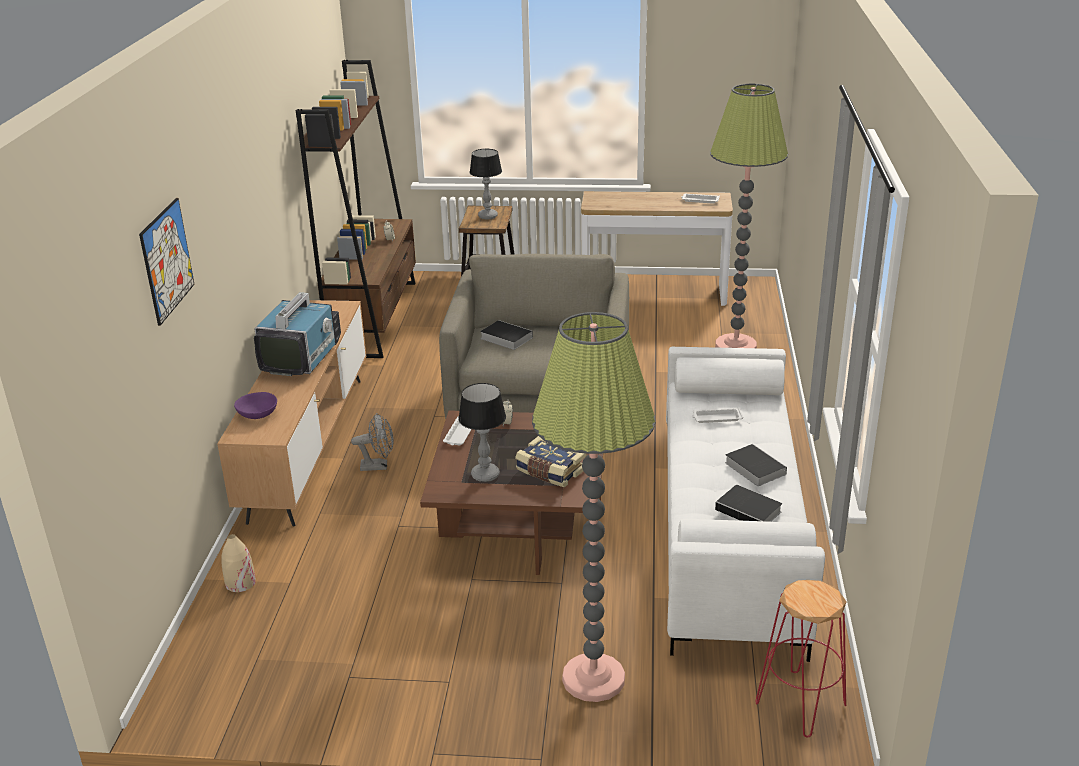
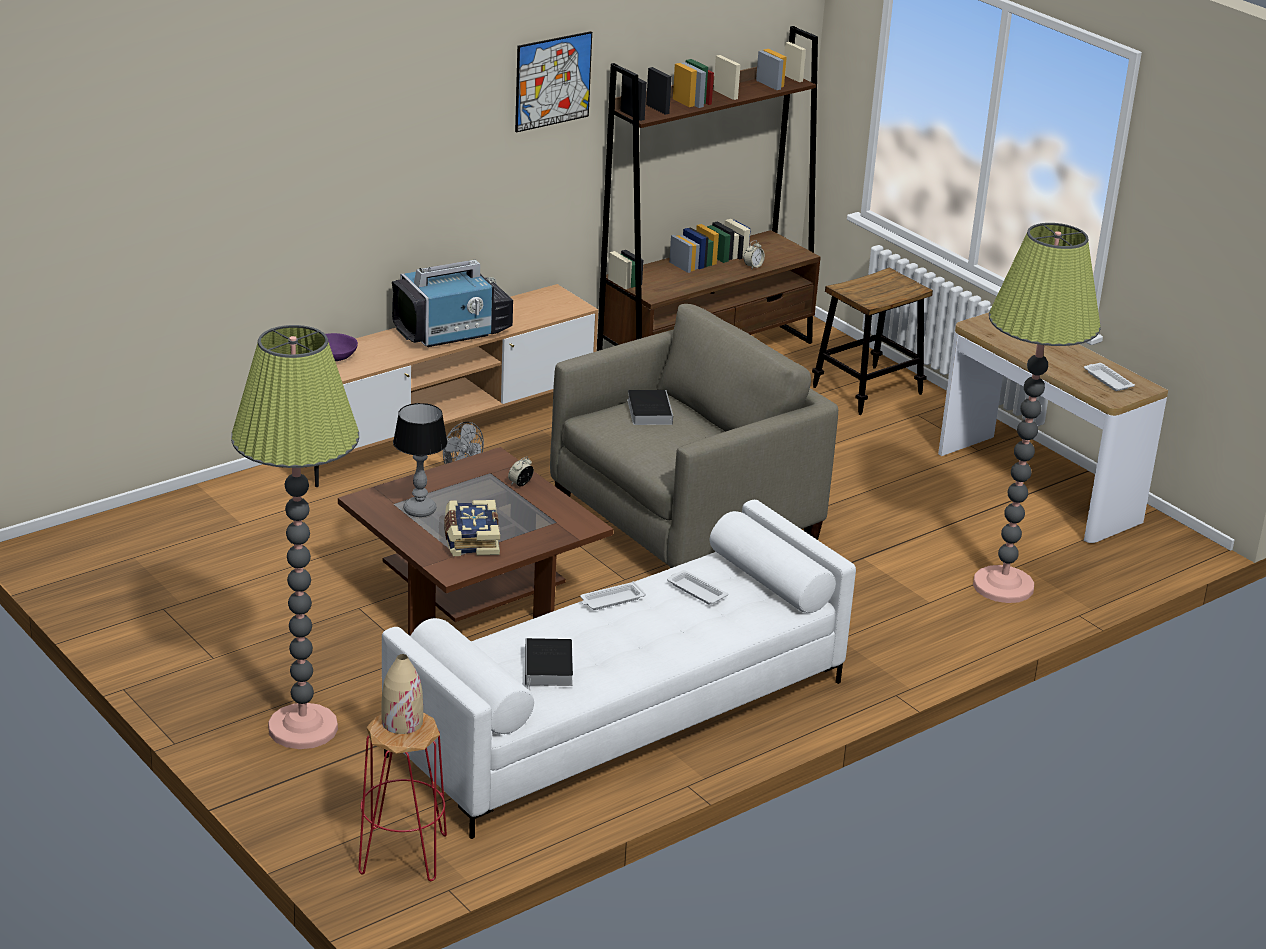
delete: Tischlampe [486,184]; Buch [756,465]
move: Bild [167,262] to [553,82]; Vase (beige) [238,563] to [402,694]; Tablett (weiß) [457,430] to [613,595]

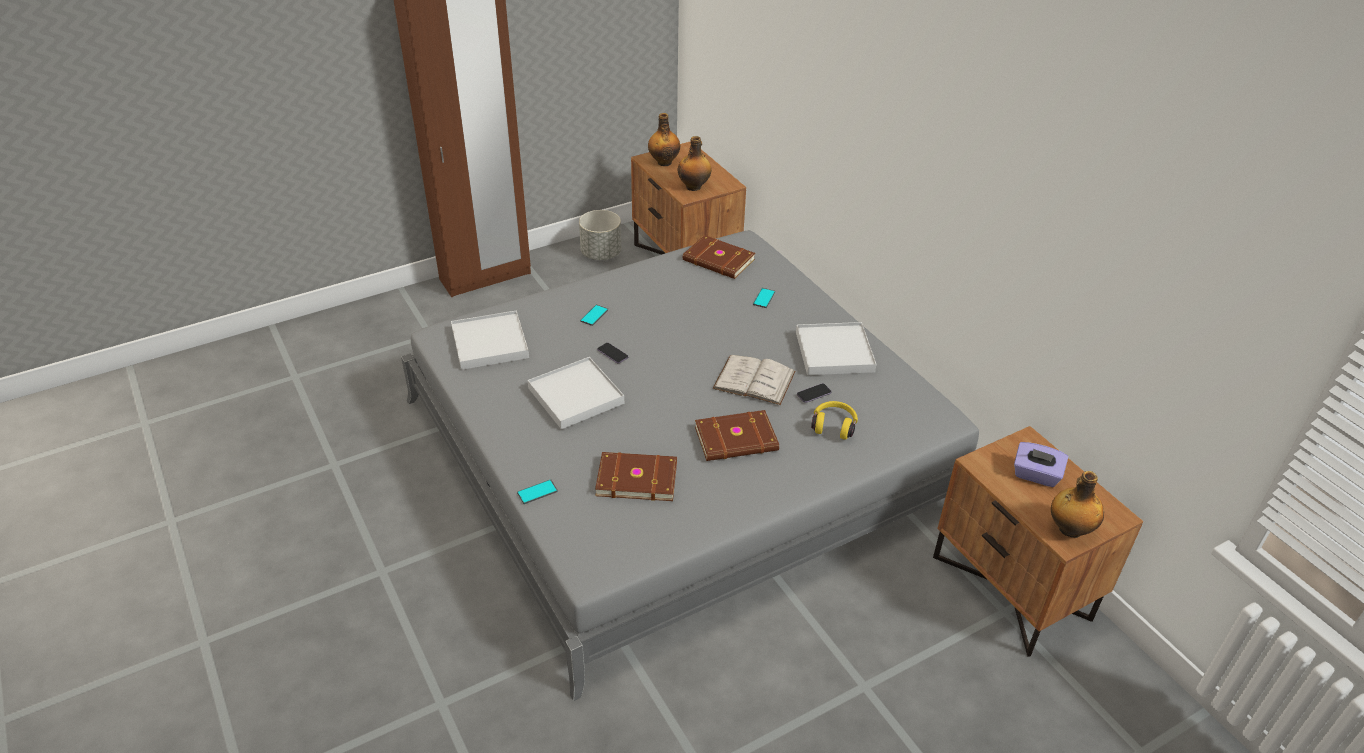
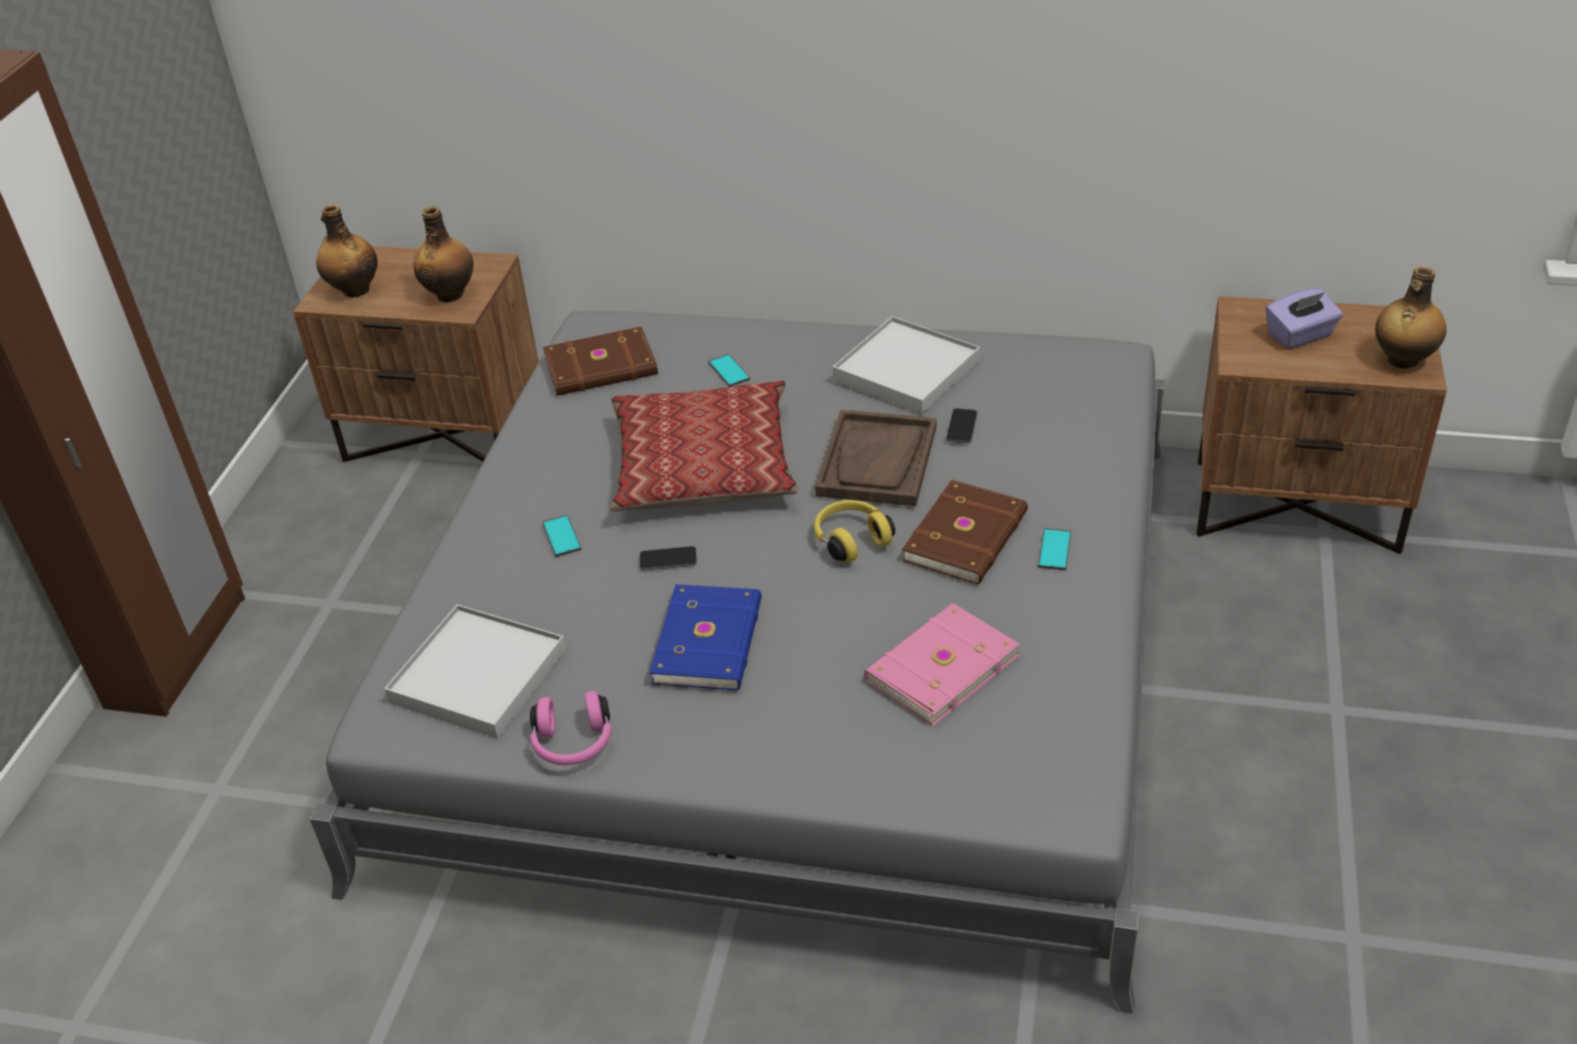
delete: Pflanzkübel (grau) [600,235]
insert: Kopfhörer (rosa) [571,728]; Kissen [704,446]
move: Handy [537,491] to [1054,549]; Kopfhörer (gelb) [834,420] to [854,531]
replace: Tablett (weiß) [575,393] to Buch (blau) [705,637]; Buch (weiß) [754,380] to Tablett (braun) [875,458]
recolor: Buch (braun) [636,476] to Buch (rosa) [941,664]

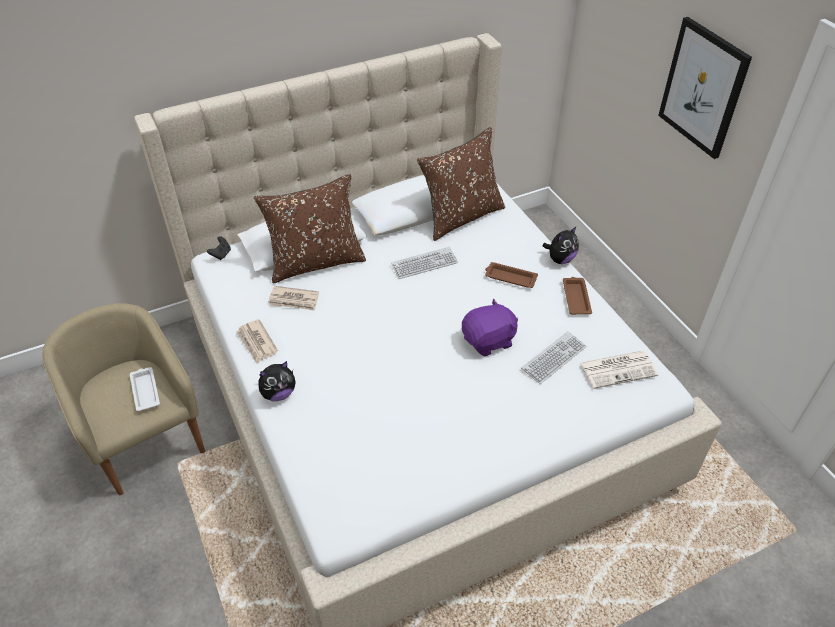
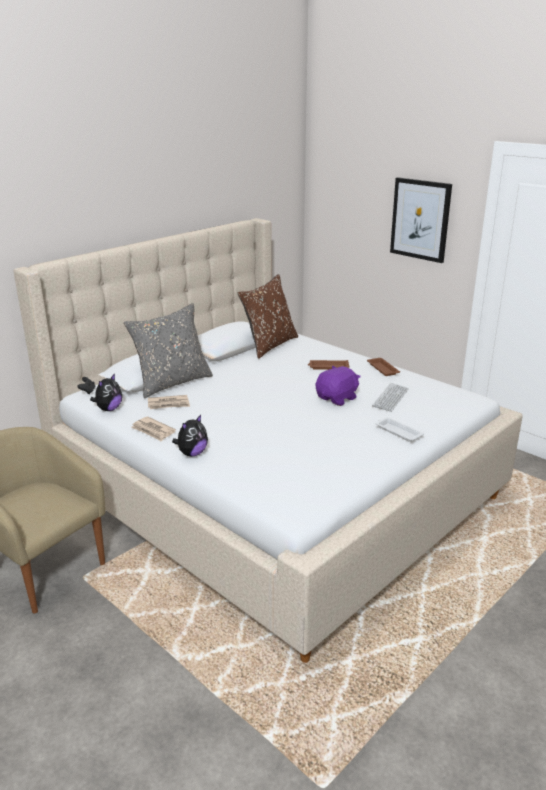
delete: Tastatur [424,263]; Zeitung [619,370]
move: Tablett (weiß) [145,389] to [399,429]; Plüschtier [560,245] to [106,392]
recolor: Kissen (braun) [310,229] to Kissen (grau) [168,350]

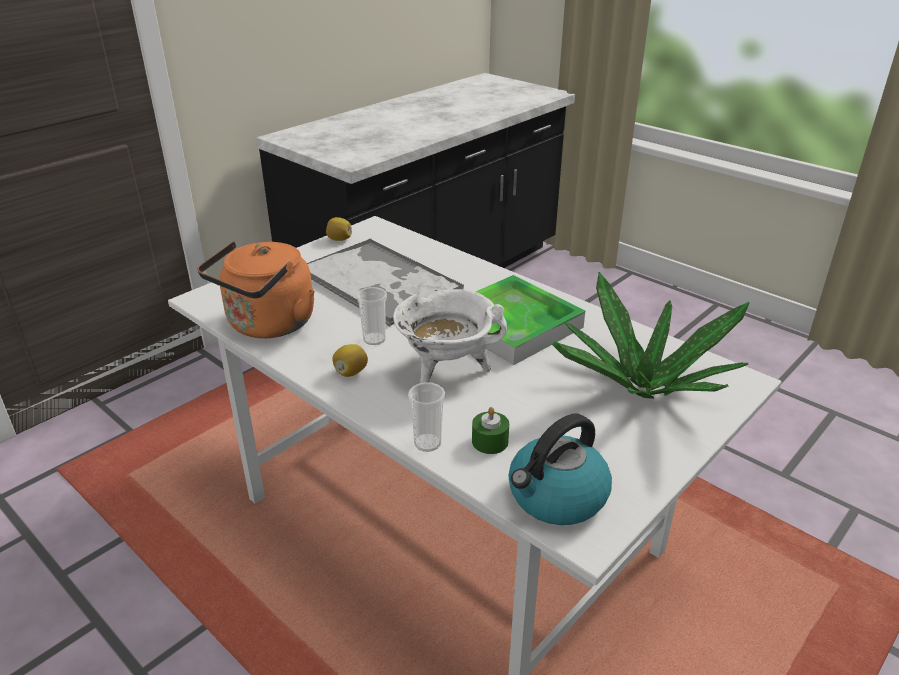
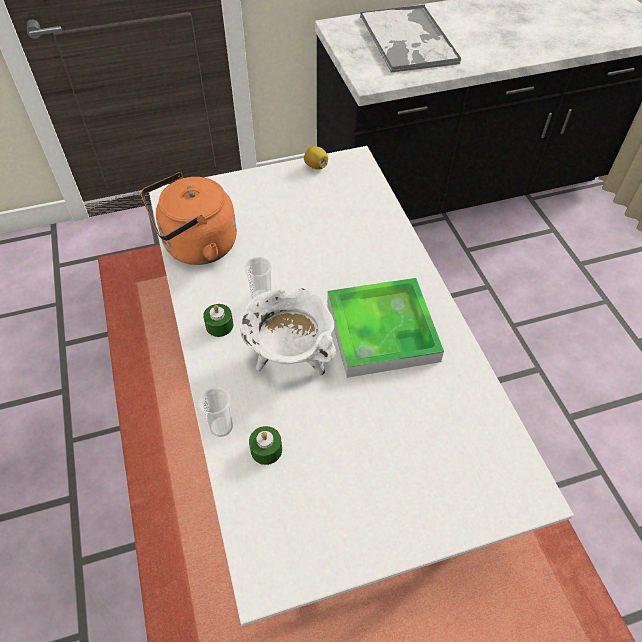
delete: Wasserkessel [560,469]; Topfpflanze [650,335]
move: Tablett [385,282] to [410,38]
replace: Zitrone [350,360] to Kerze (grün) [218,320]

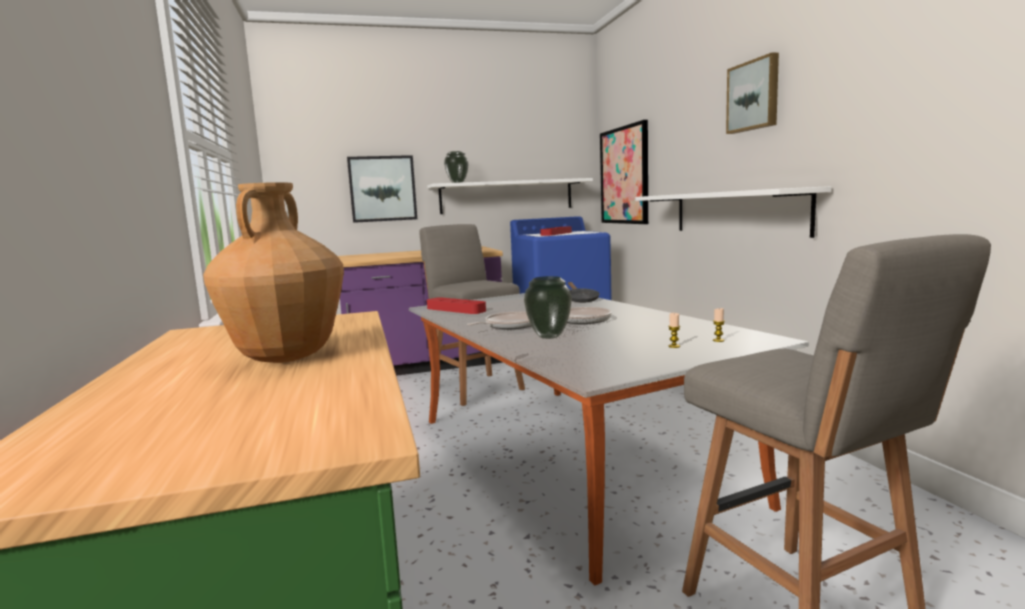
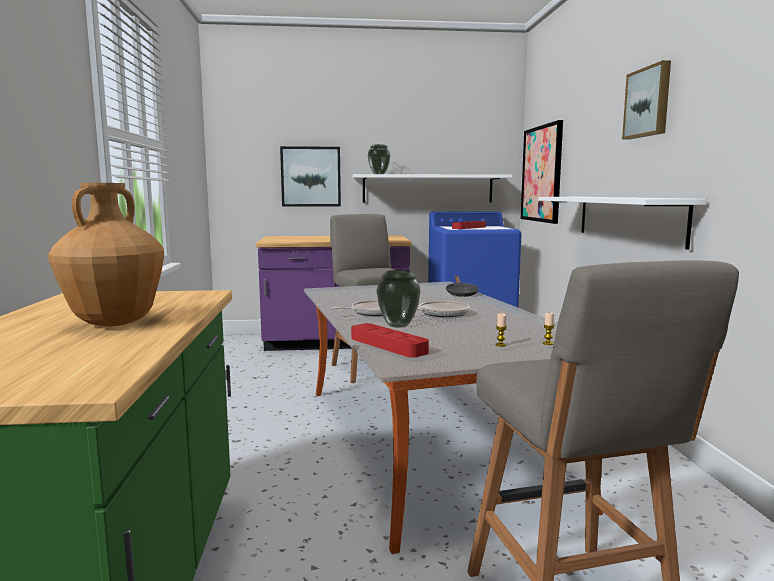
move: Tablett (rot) [456,305] to [390,340]

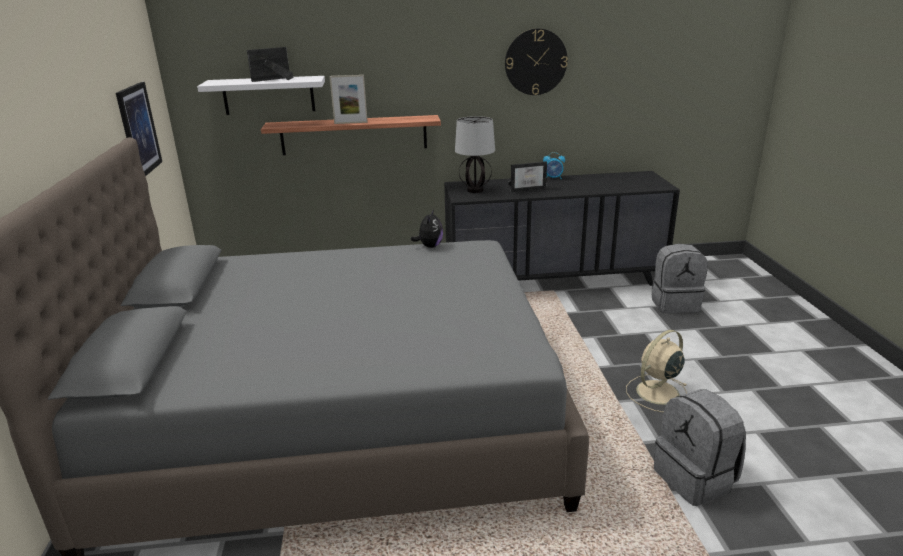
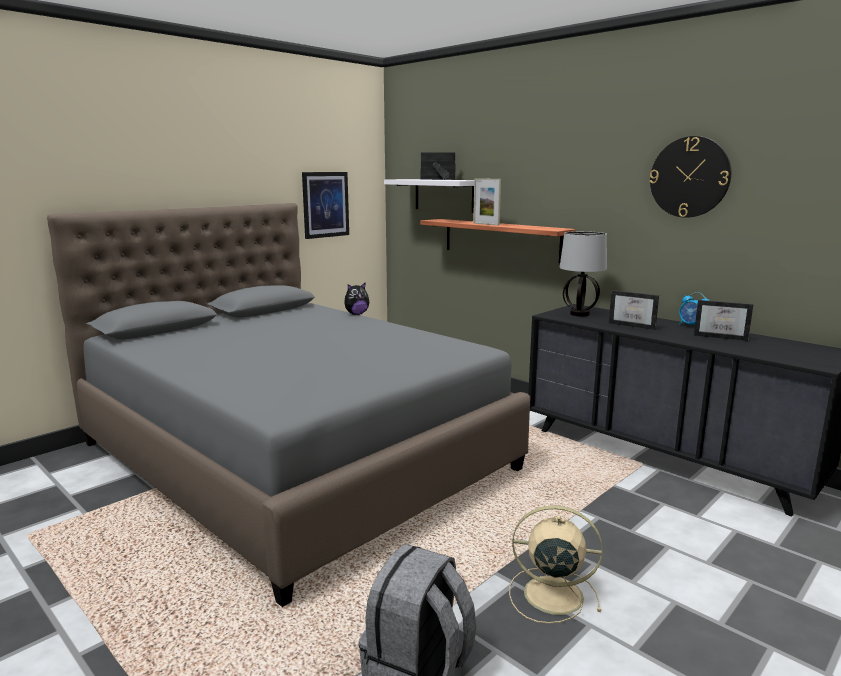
delete: Rucksack (grau) [680,278]
insert: Bilderrahmen [723,320]
move: Plüschtier [427,228] to [356,299]

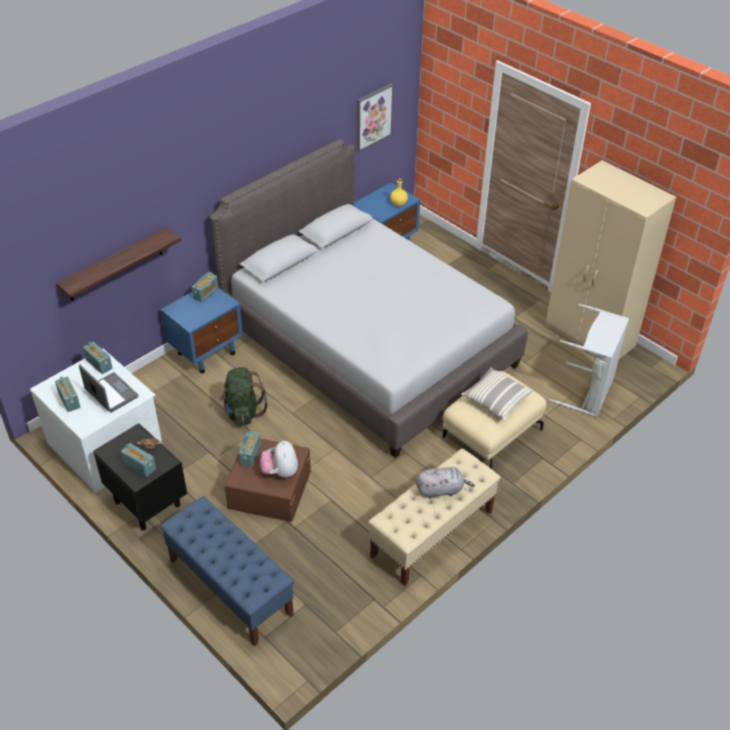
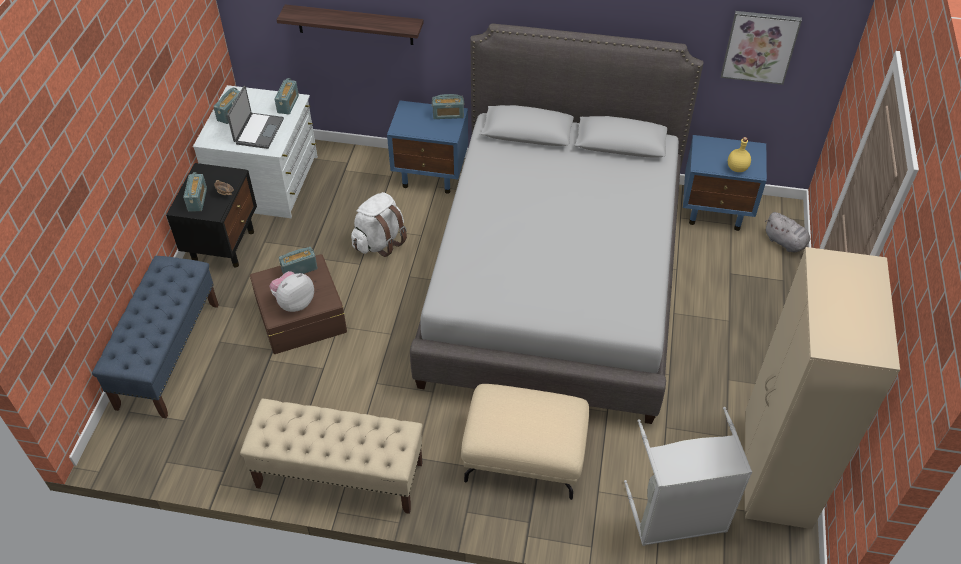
delete: Kissen [497,394]
move: Plüschtier (grau) [445,483] to [787,232]
recolor: Rucksack (grün) [243,396] to Rucksack (weiß) [379,224]

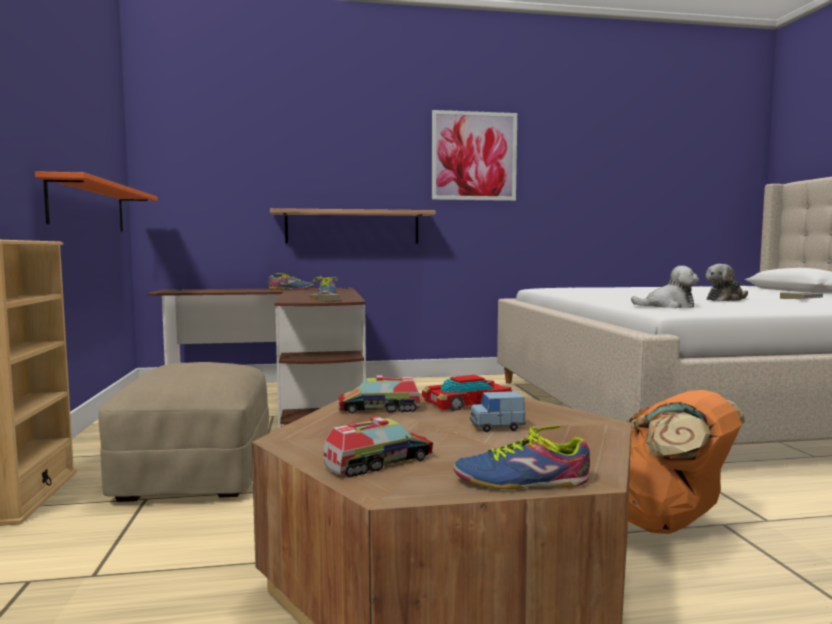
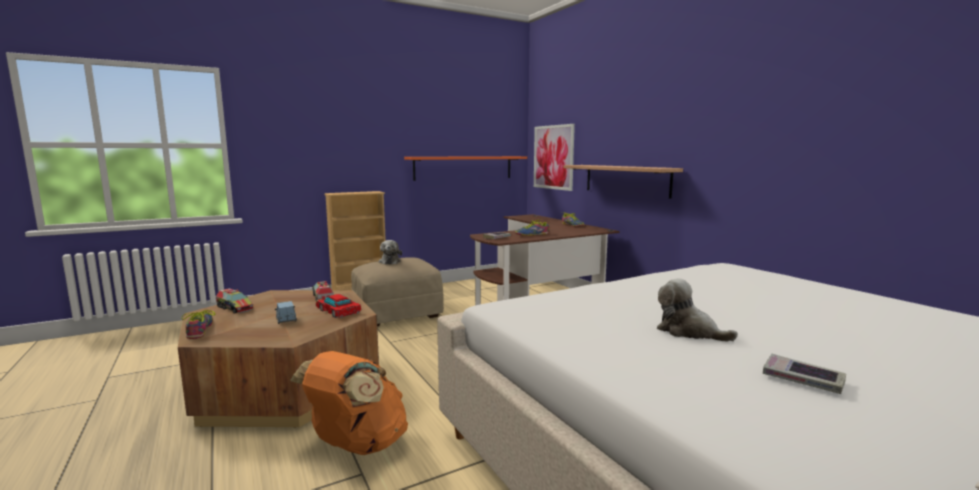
move: Bild [474,155] to [554,157]; Plüschtier [665,287] to [390,252]

